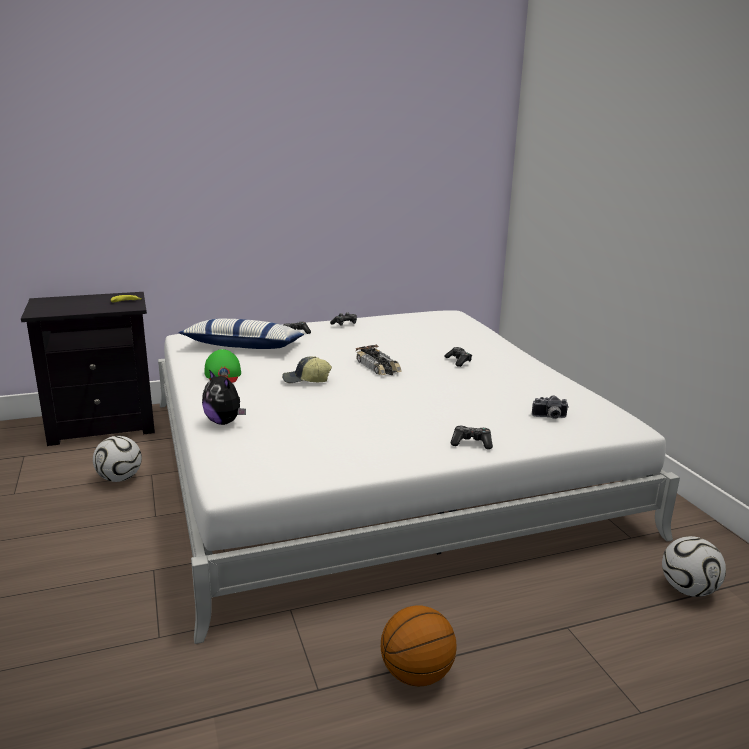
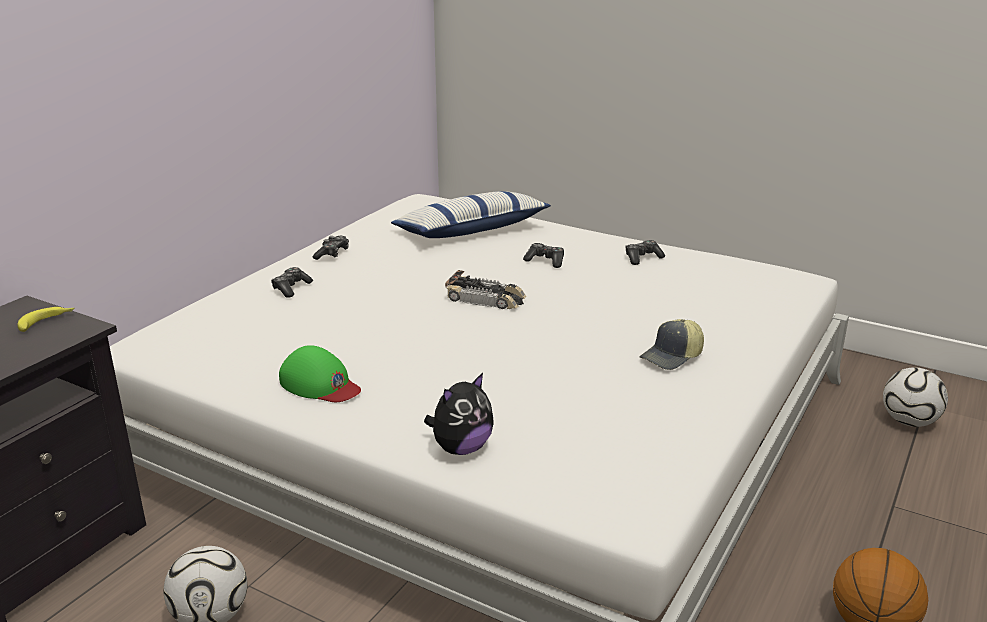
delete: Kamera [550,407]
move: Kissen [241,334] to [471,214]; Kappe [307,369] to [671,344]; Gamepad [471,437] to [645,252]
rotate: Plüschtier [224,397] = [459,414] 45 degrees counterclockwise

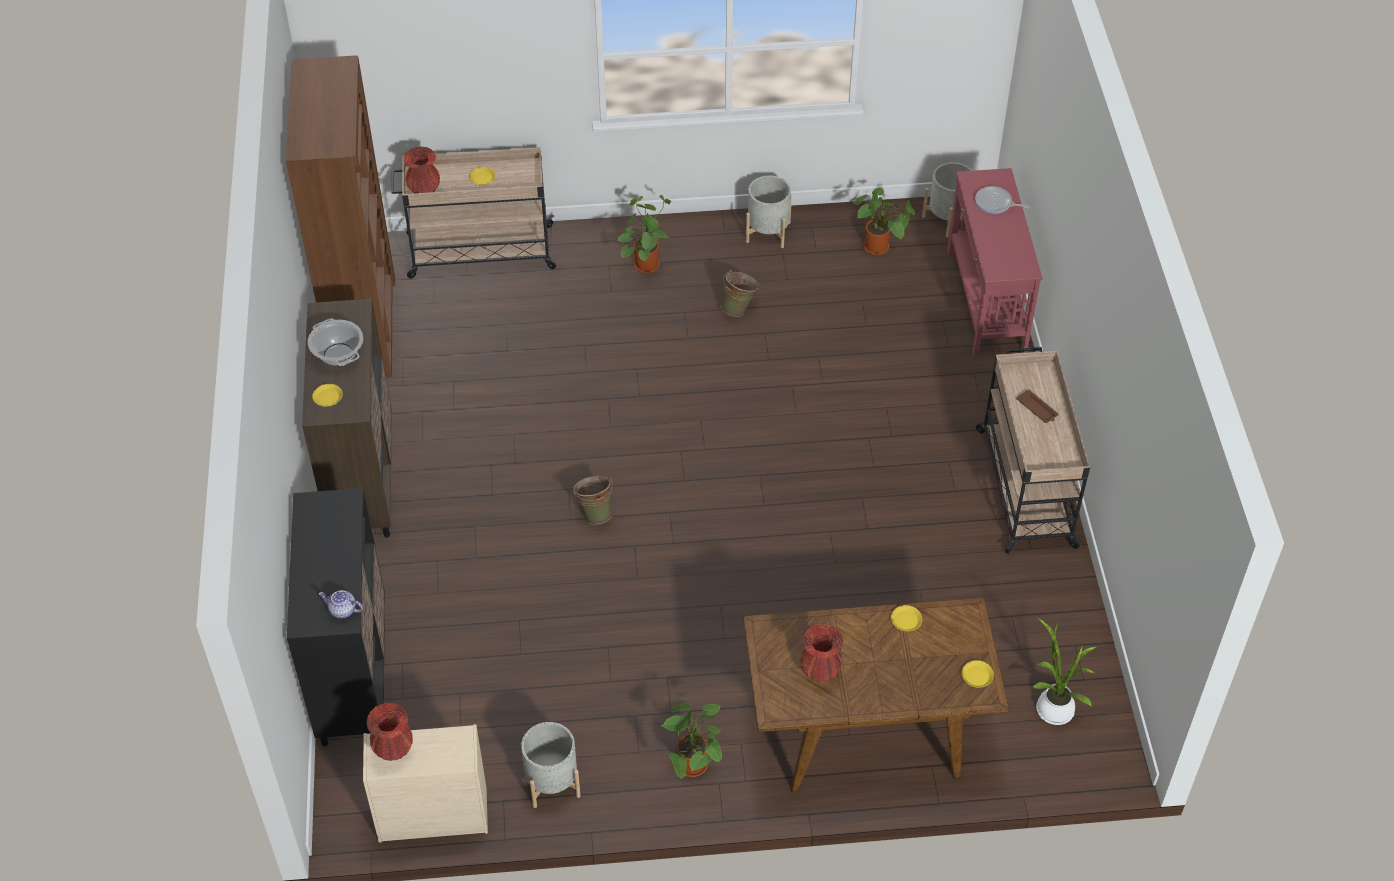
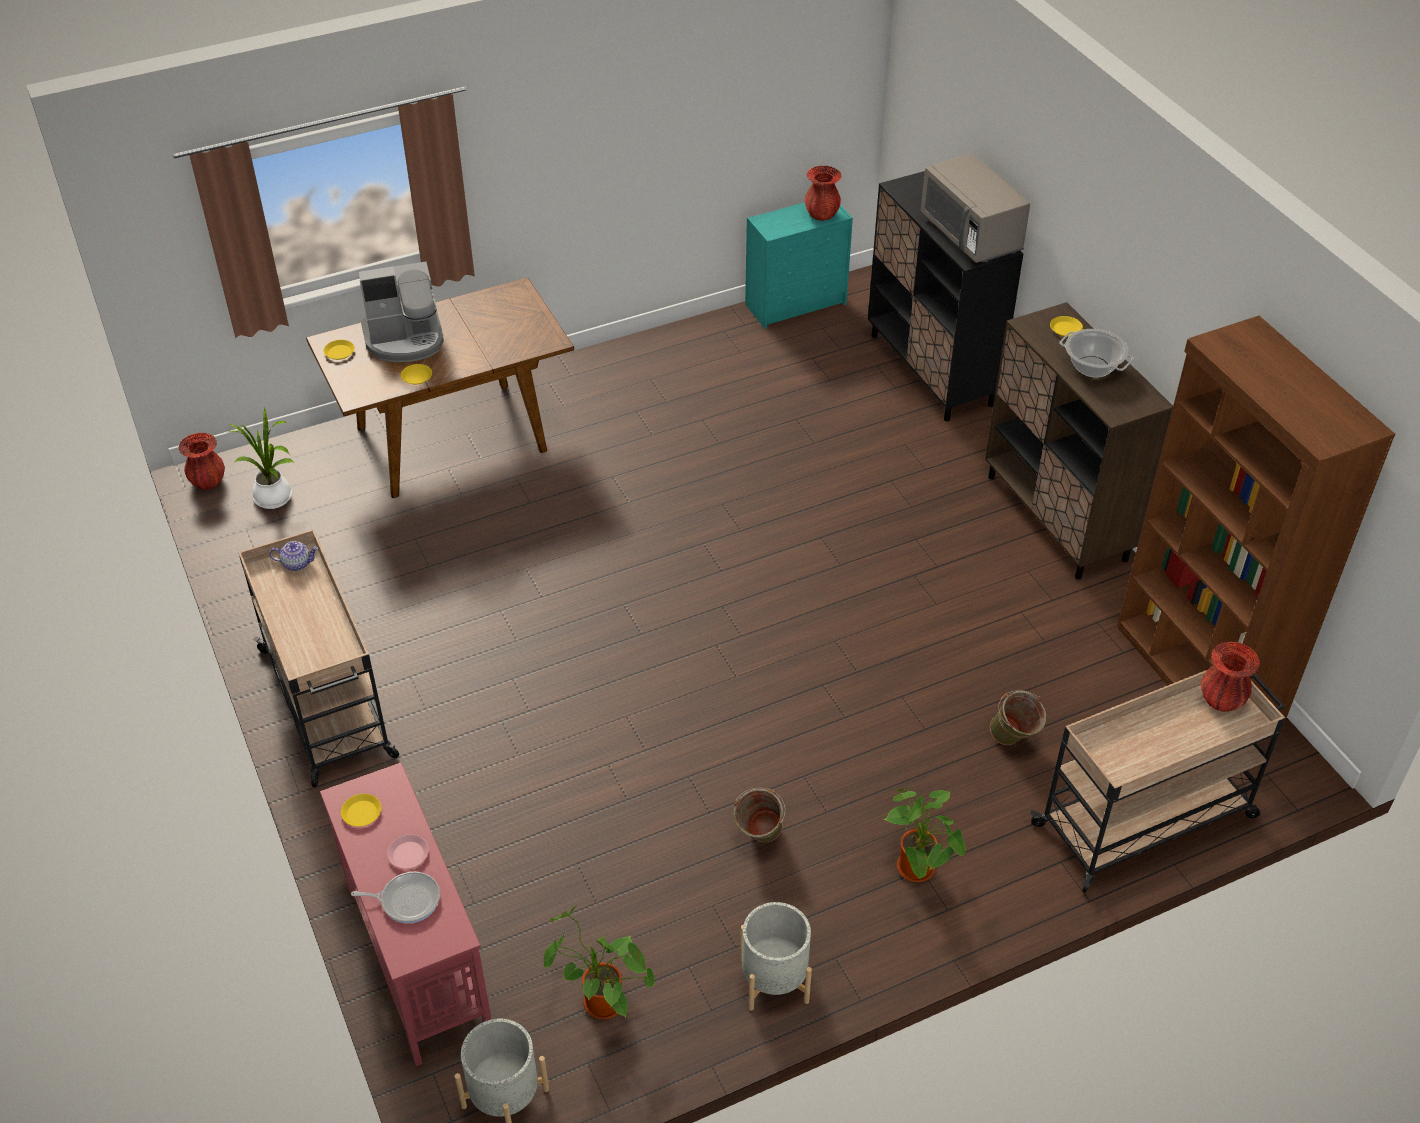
delete: Pflanzkübel (grau) [551,765]; Topfpflanze [691,738]; Tablett (braun) [1037,406]
insert: Kaffeemaschine [401,312]; Teller (rosa) [408,851]; Mikrowelle (grau) [975,208]
move: Teekanne [341,604] to [293,556]; Teller (gelb) [482,176] to [361,810]; Eimer (grün) [593,500] to [1018,717]; Vase (rot) [821,653] to [202,461]
recolor: Kommode (beige) [425,783] to Kommode (türkis) [799,265]

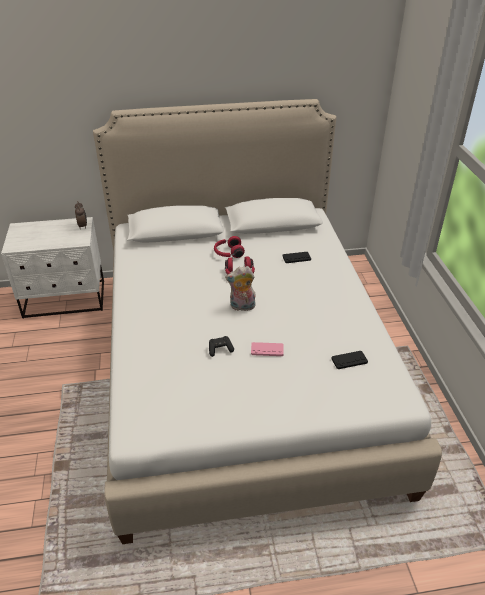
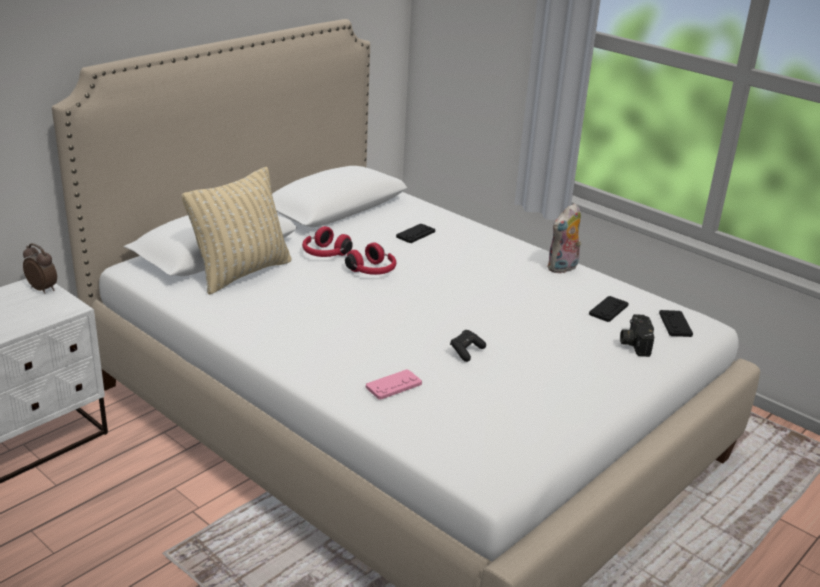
insert: Kissen (beige) [236,231]; Kamera [637,335]; Gamepad (schwarz) [676,323]
move: Plüschtier [240,288] to [564,238]; Gamepad (rosa) [267,349] to [394,384]

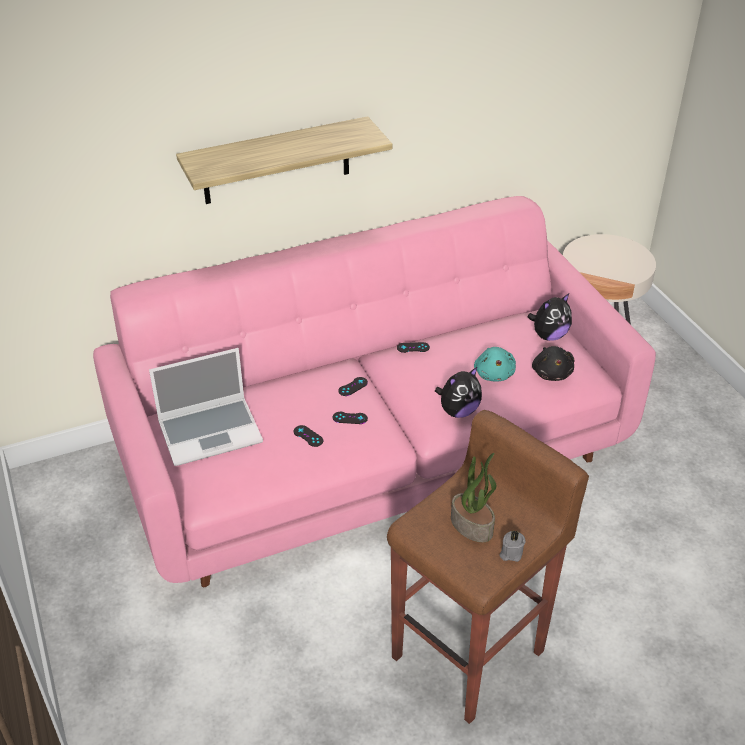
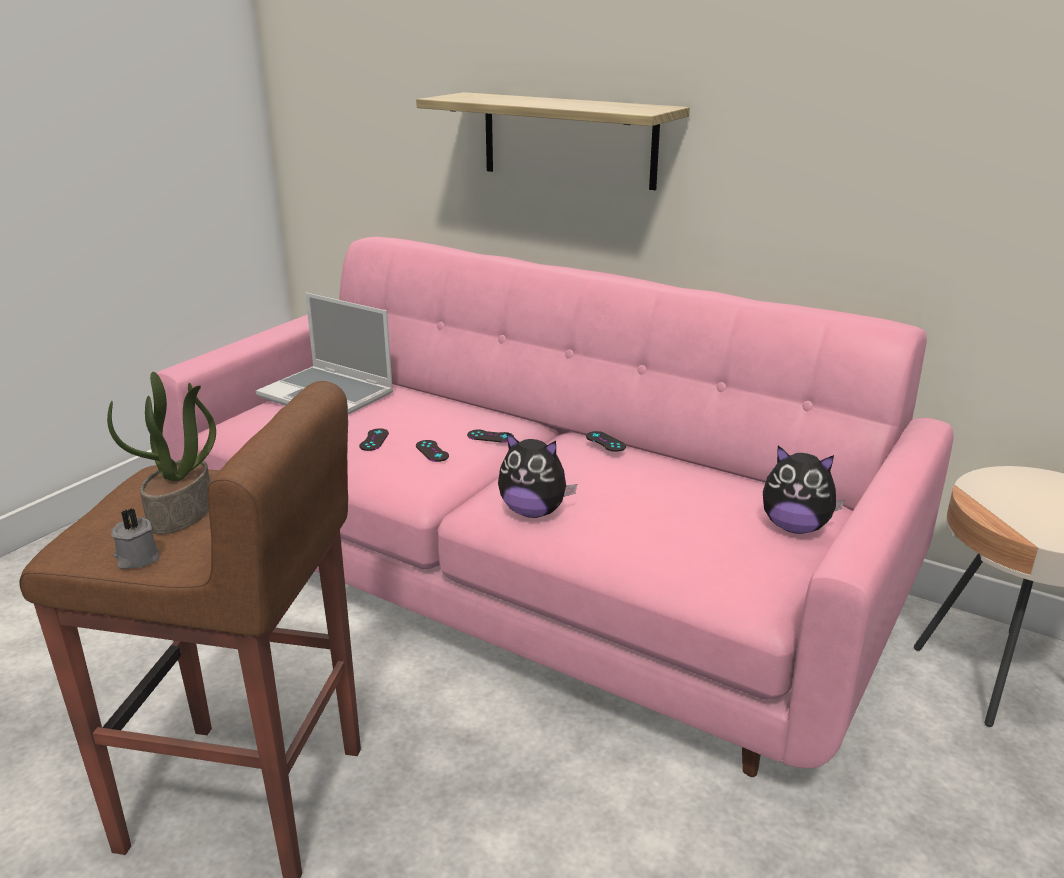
delete: Plüschtier (türkis) [495,364]; Plüschtier (schwarz) [553,363]

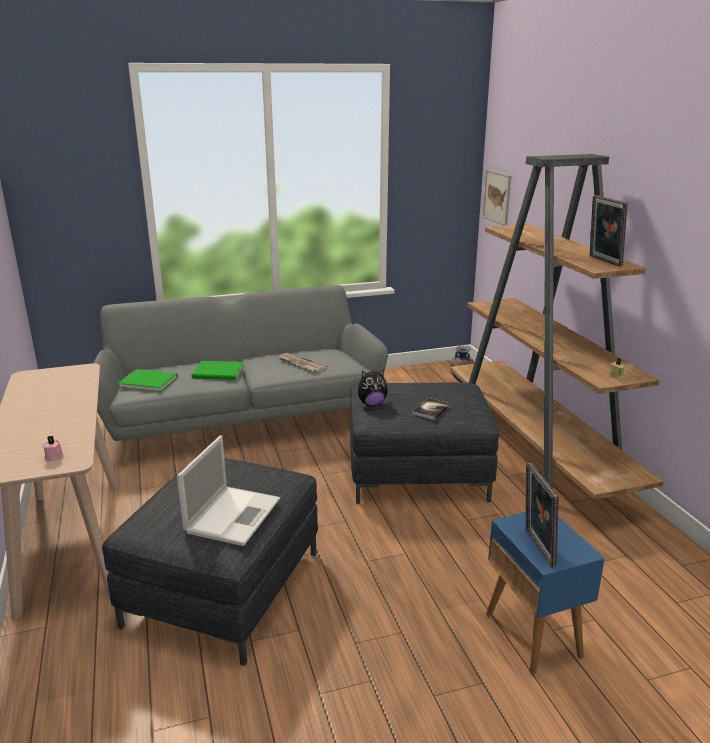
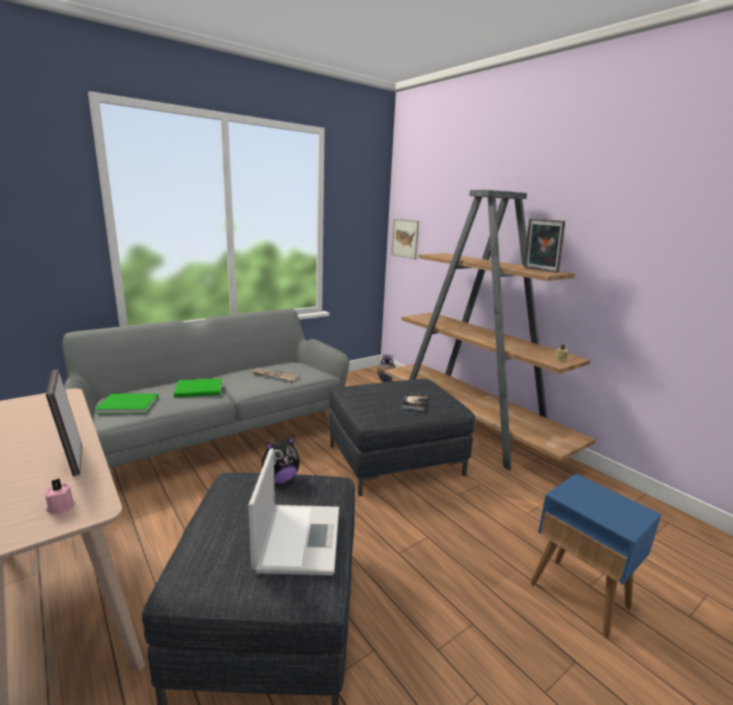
move: Plüschtier [373,387] to [280,460]; Bilderrahmen [542,515] to [64,422]

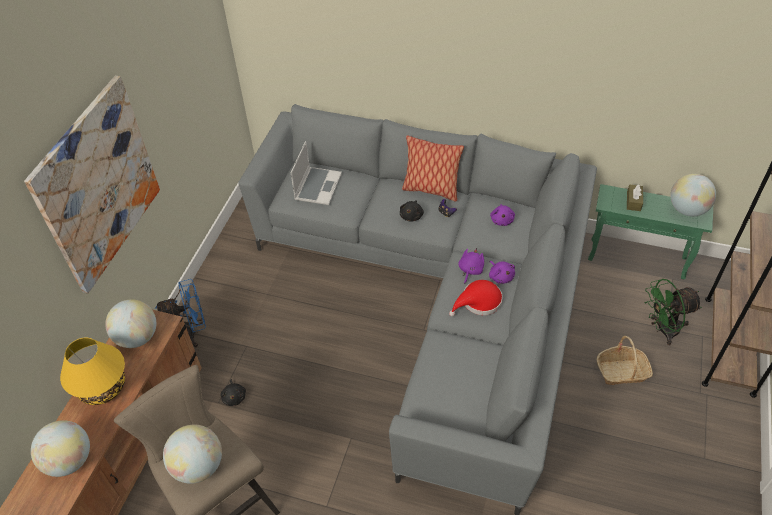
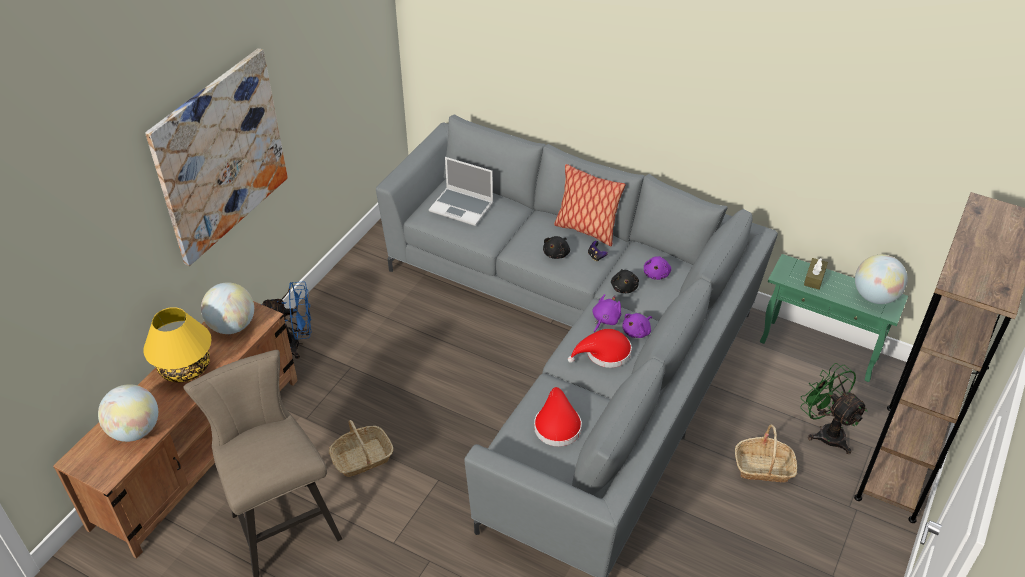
delete: Globus [192,454]
insert: Korb [361,448]; Hut (rot) [558,416]
move: Plüschtier (schwarz) [233,392] to [625,281]
rotate: Laptop [316,173] = [461,191] 90 degrees clockwise; Plüschtier (lila) [502,272] = [637,325] 60 degrees clockwise; Ventilator (grün) [673,312] = [834,408] 60 degrees clockwise

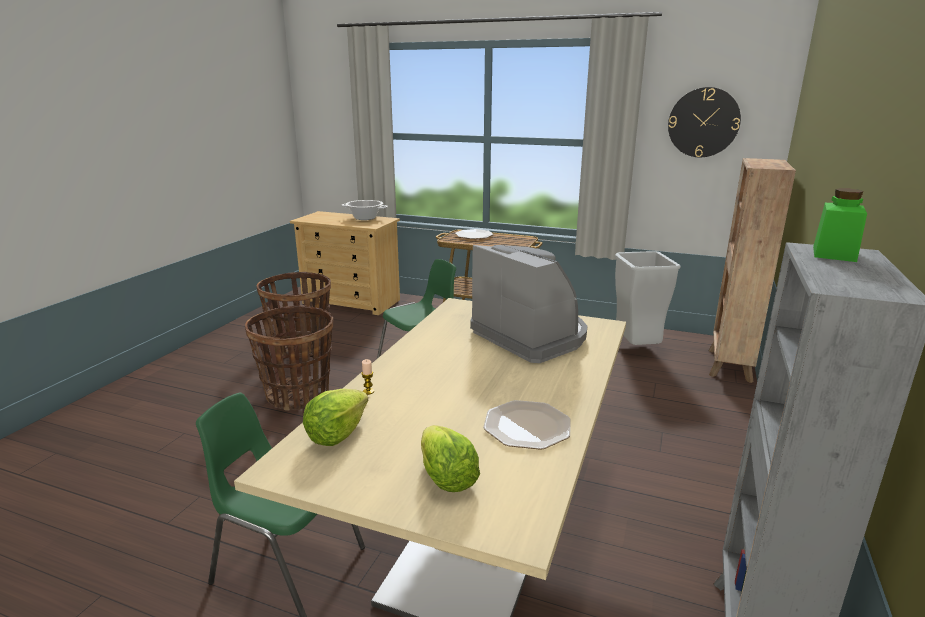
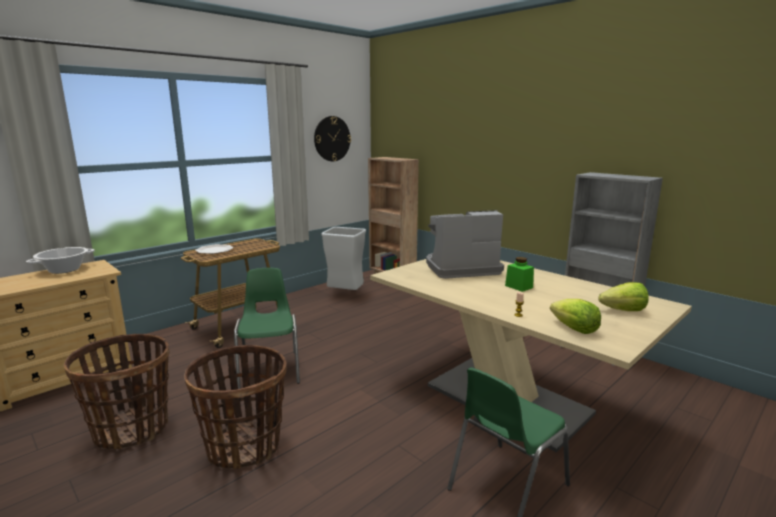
delete: Teller [526,425]
move: Vorratsglas (grün) [840,225] to [519,274]

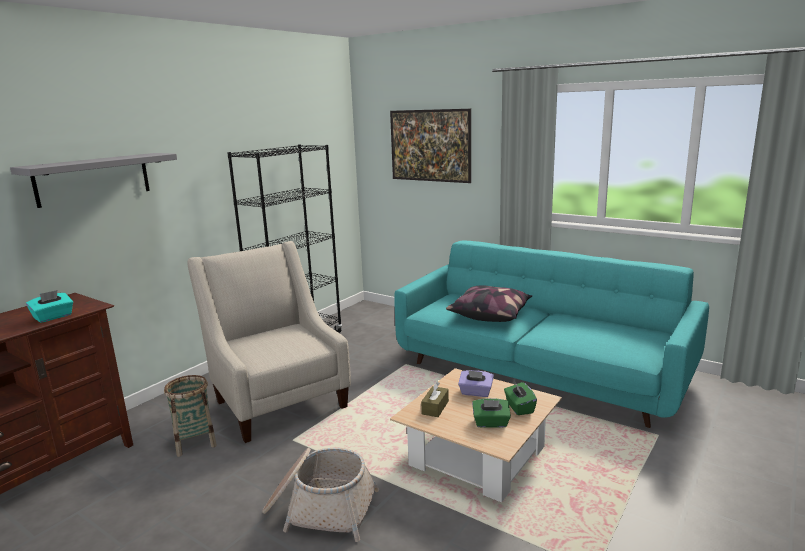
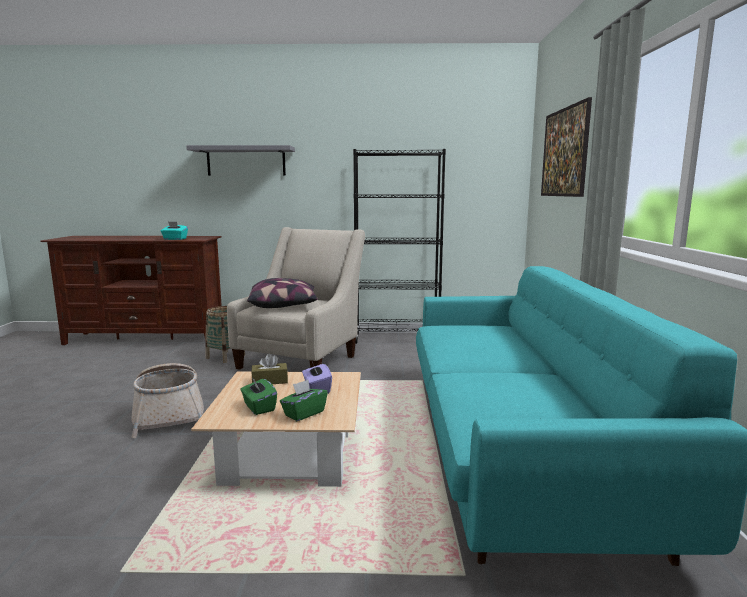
move: Kissen [489,304] to [282,293]

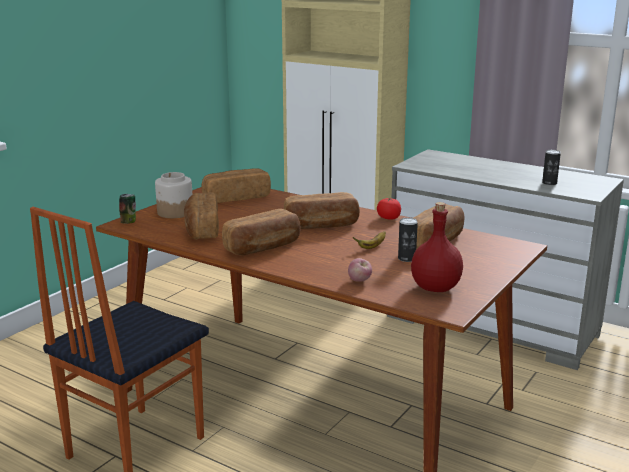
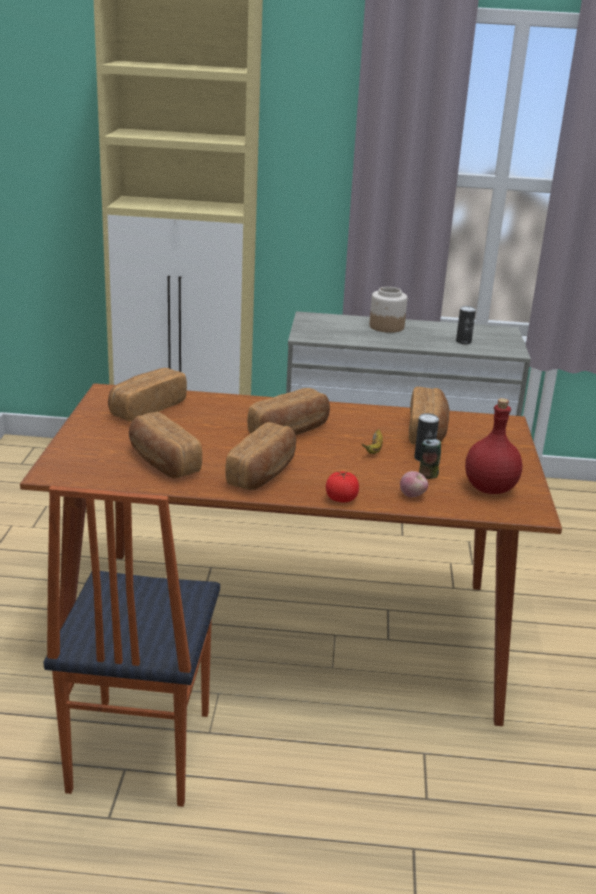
move: Dose [127,209] to [430,459]; Vorratsglas [173,195] to [388,310]; Tomate [389,209] to [342,486]

